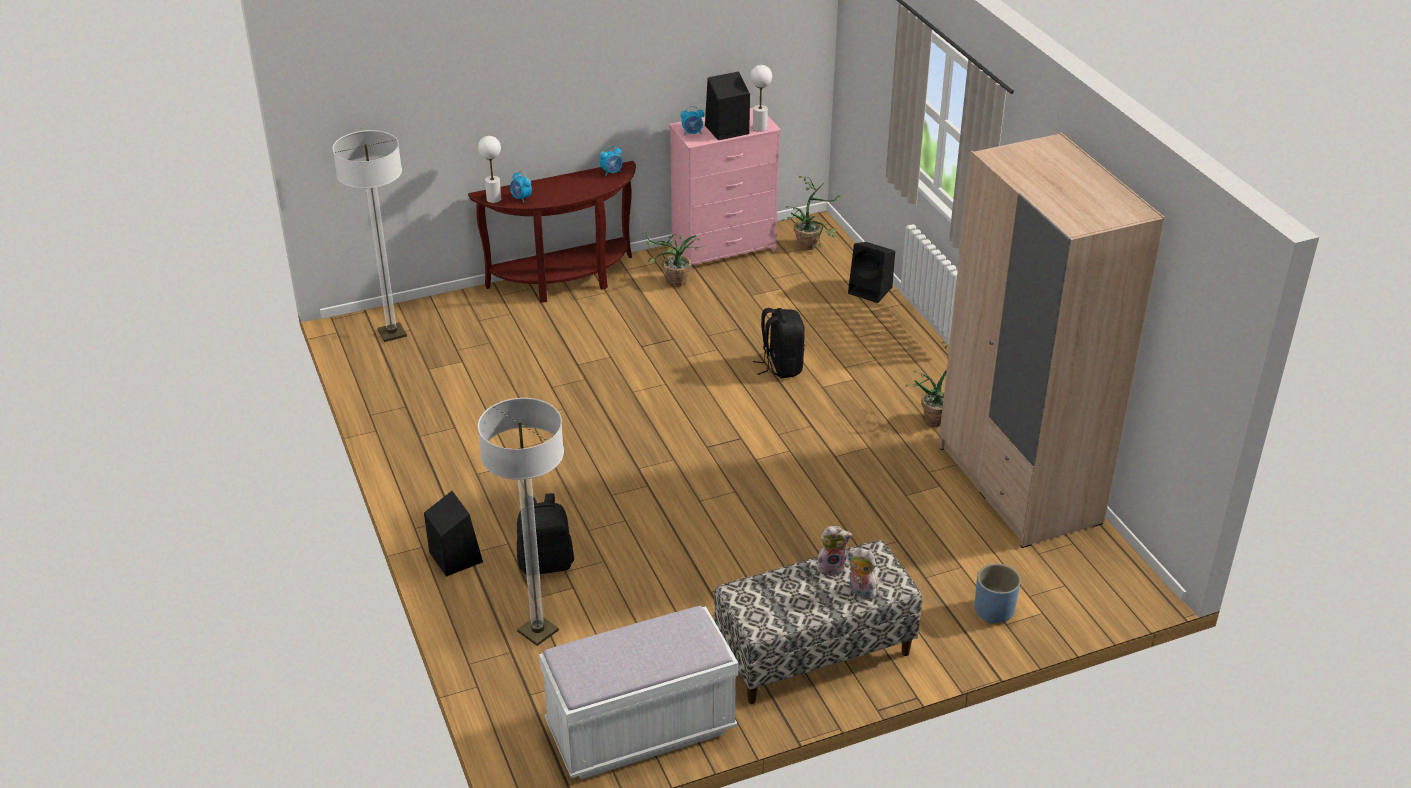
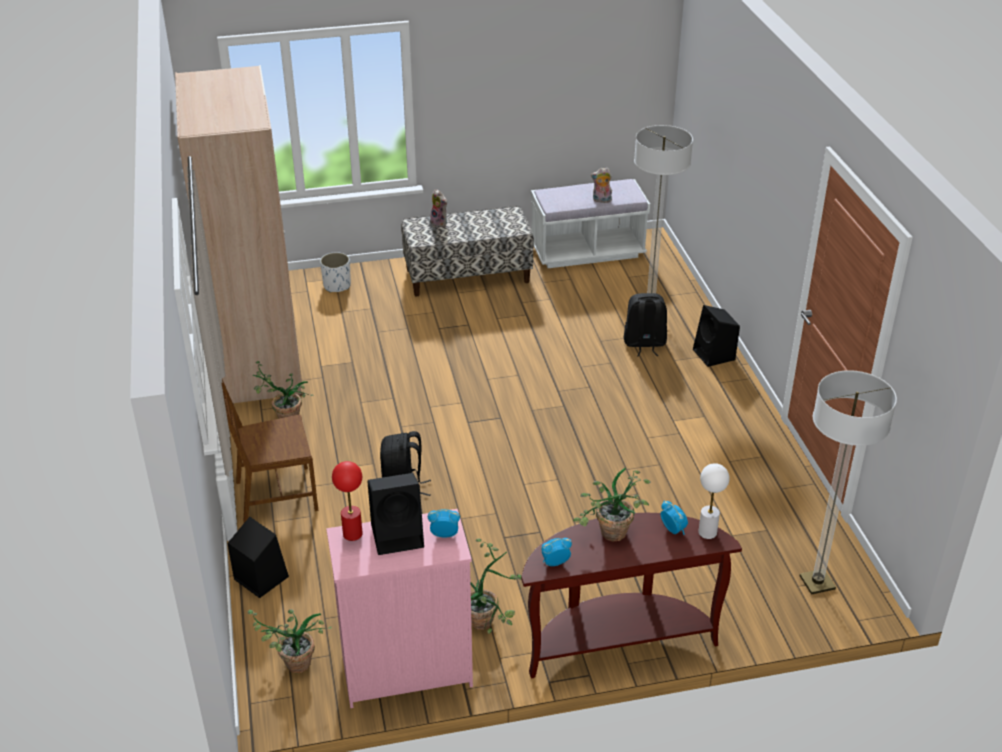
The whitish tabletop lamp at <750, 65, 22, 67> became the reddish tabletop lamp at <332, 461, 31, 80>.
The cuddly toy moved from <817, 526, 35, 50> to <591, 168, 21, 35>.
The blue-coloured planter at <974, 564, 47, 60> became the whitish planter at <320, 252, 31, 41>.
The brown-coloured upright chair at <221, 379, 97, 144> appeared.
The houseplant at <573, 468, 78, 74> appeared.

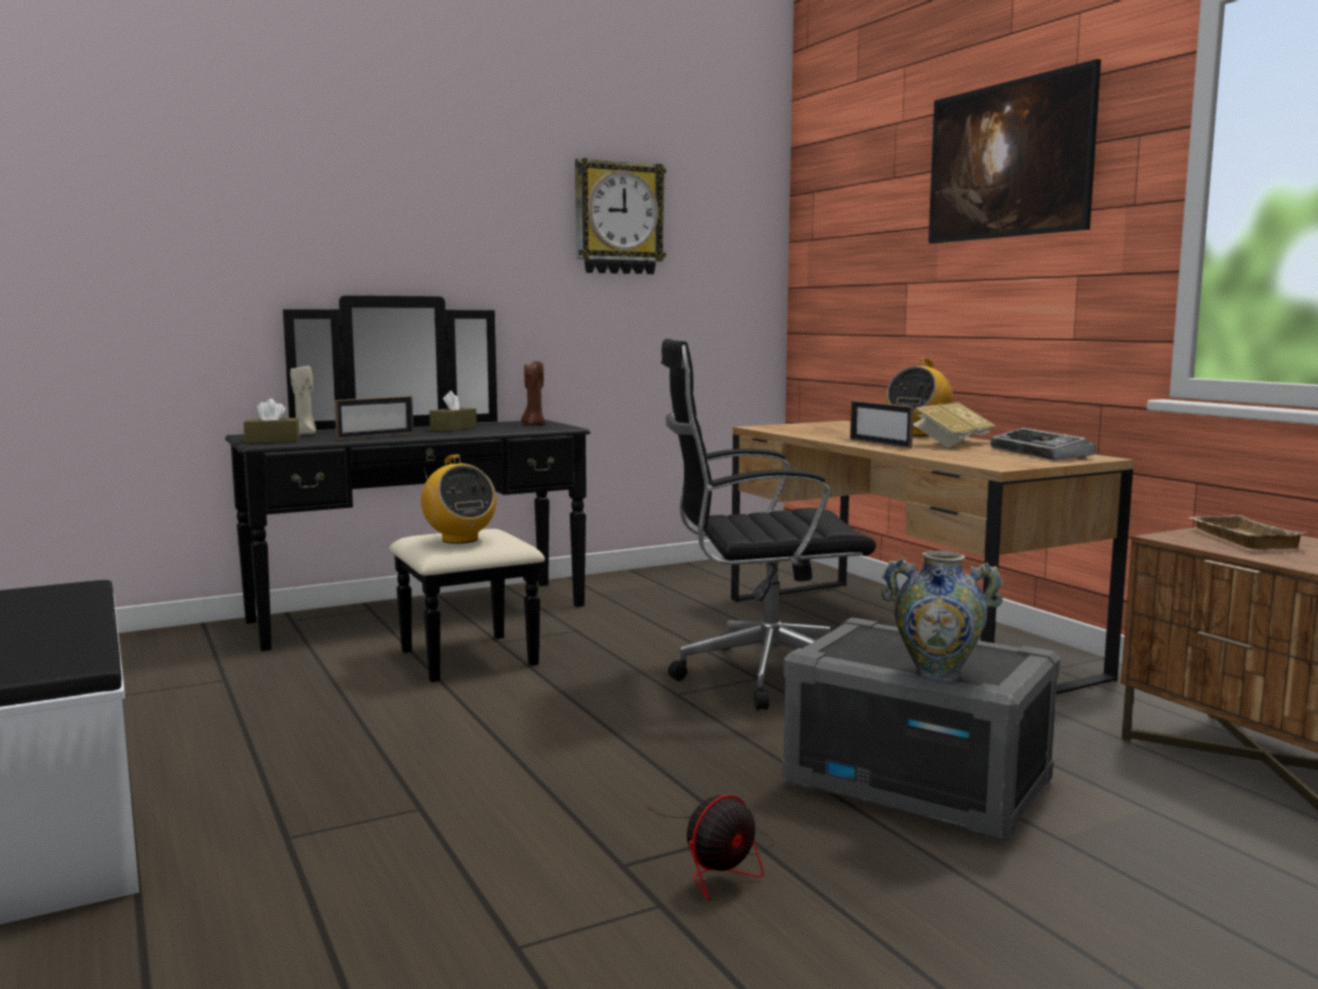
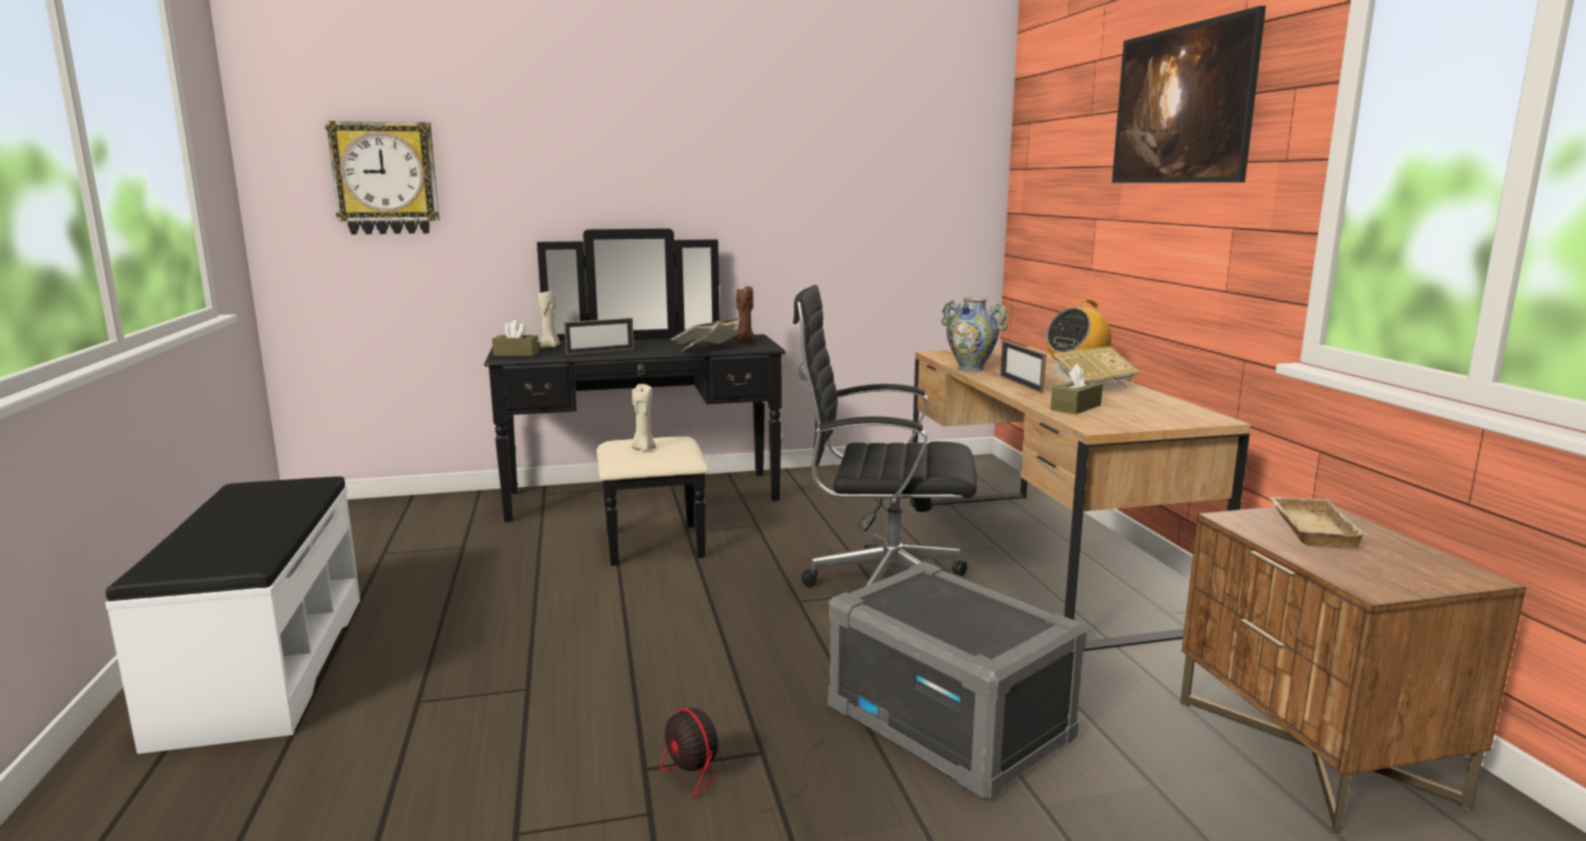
The radio receiver at <421, 454, 76, 90> was replaced by the beige-coloured wax candle at <631, 384, 25, 67>.
The brown-coloured box of tissues moved from <429, 391, 48, 40> to <1051, 363, 52, 51>.
The wall clock moved from <575, 158, 91, 116> to <325, 121, 115, 114>.
The cooling fan at <646, 795, 128, 106> turned 75 degrees clockwise.
The decorative vase moved from <881, 551, 123, 130> to <941, 297, 67, 75>.
The computer keyboard at <991, 428, 105, 32> disappeared.
The volume at <670, 318, 71, 33> appeared.

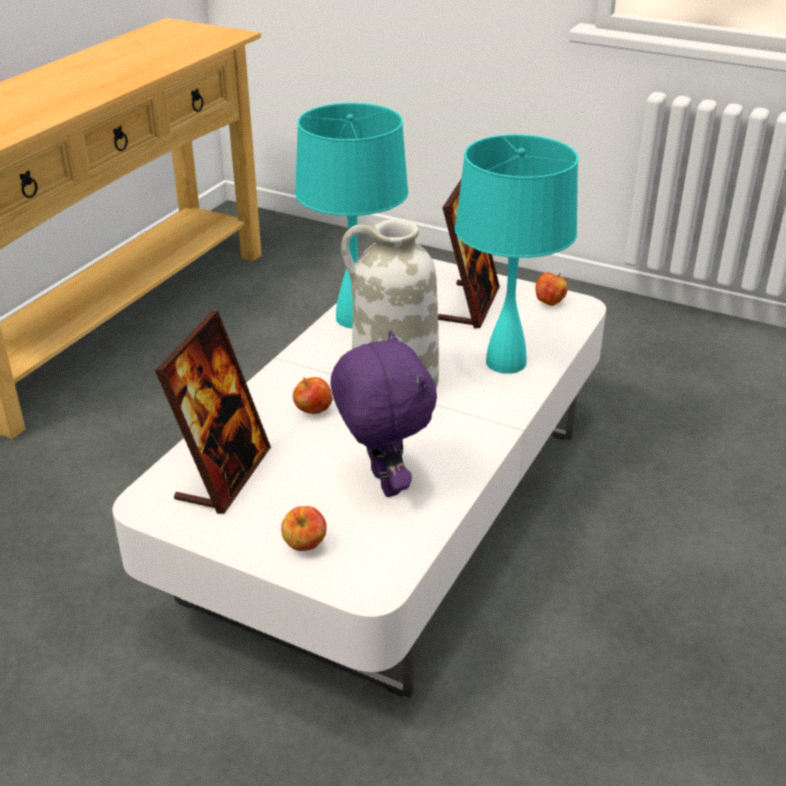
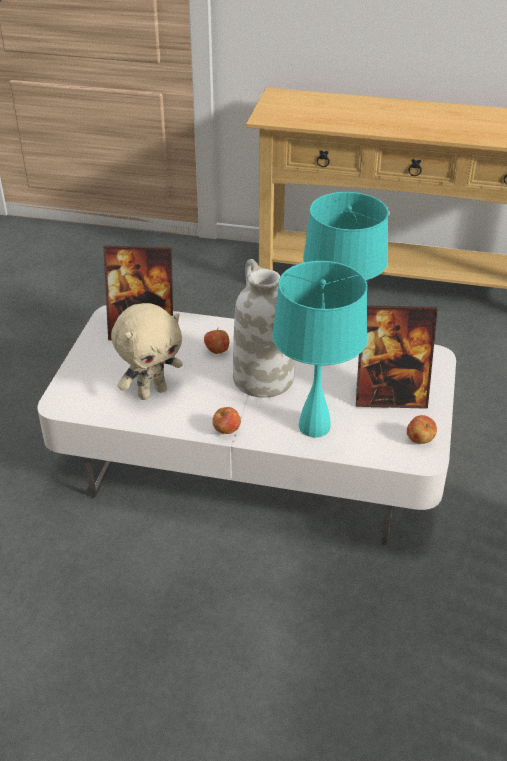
The whole apple moved from <281, 506, 46, 45> to <212, 407, 29, 27>.
The purple cuddly toy at <331, 330, 106, 167> became the beige-coloured cuddly toy at <111, 303, 72, 97>.

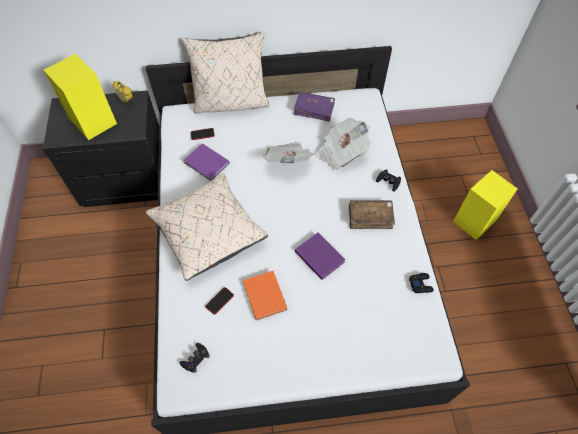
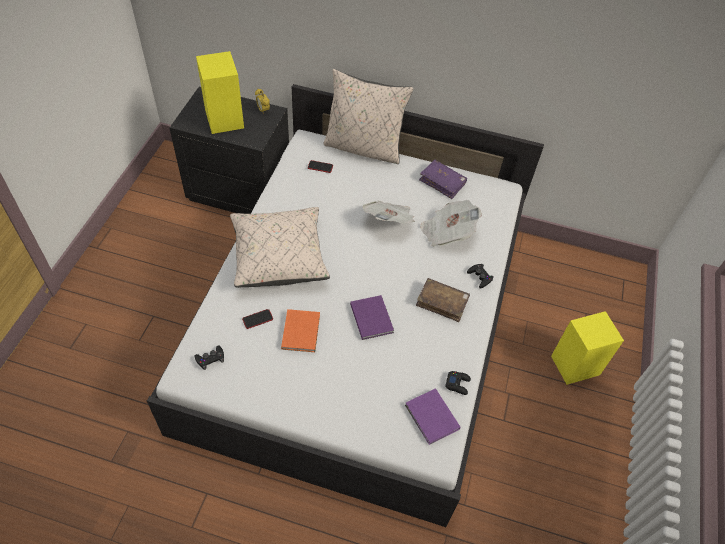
The purple volume moved from <184, 143, 46, 38> to <405, 388, 56, 57>.

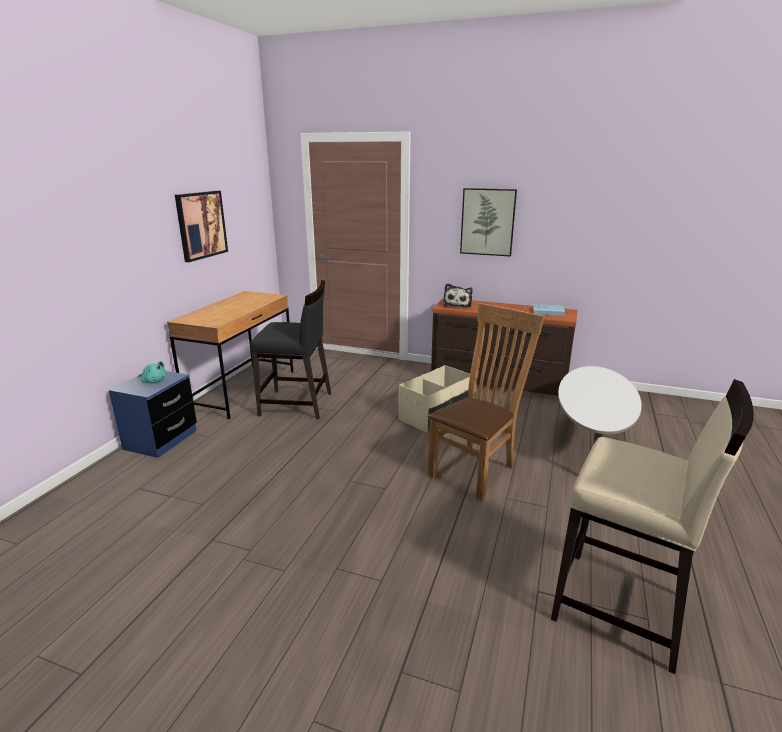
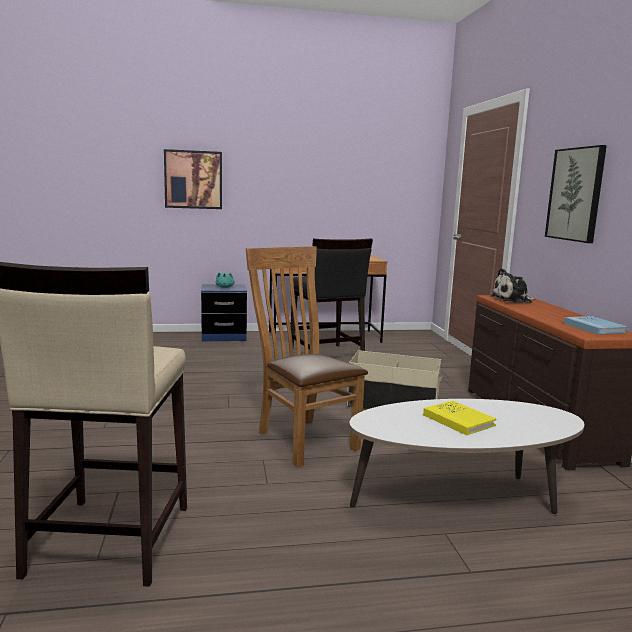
The wall picture moved from <175, 191, 53, 71> to <164, 149, 58, 60>.
The brown-coloured upright chair at <428, 303, 116, 198> turned 135 degrees counterclockwise.
The yellow-coloured volume at <423, 400, 73, 35> appeared.

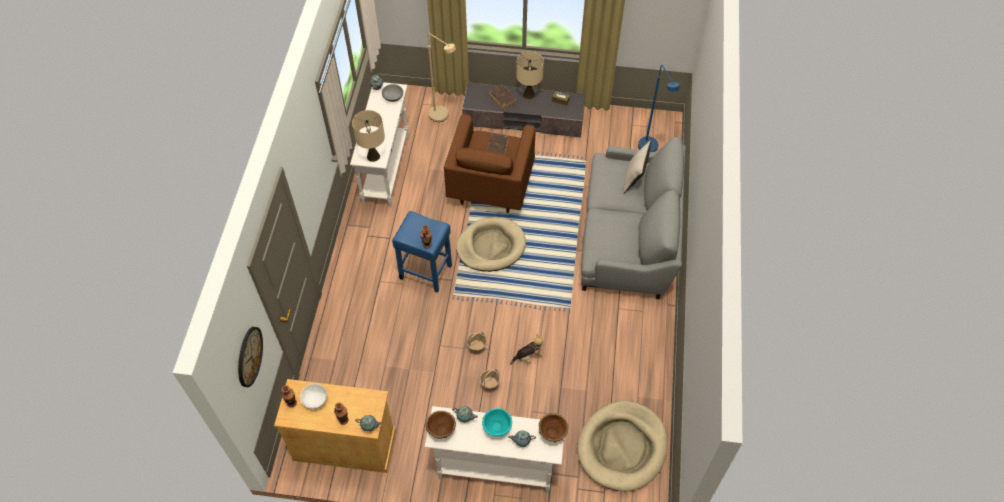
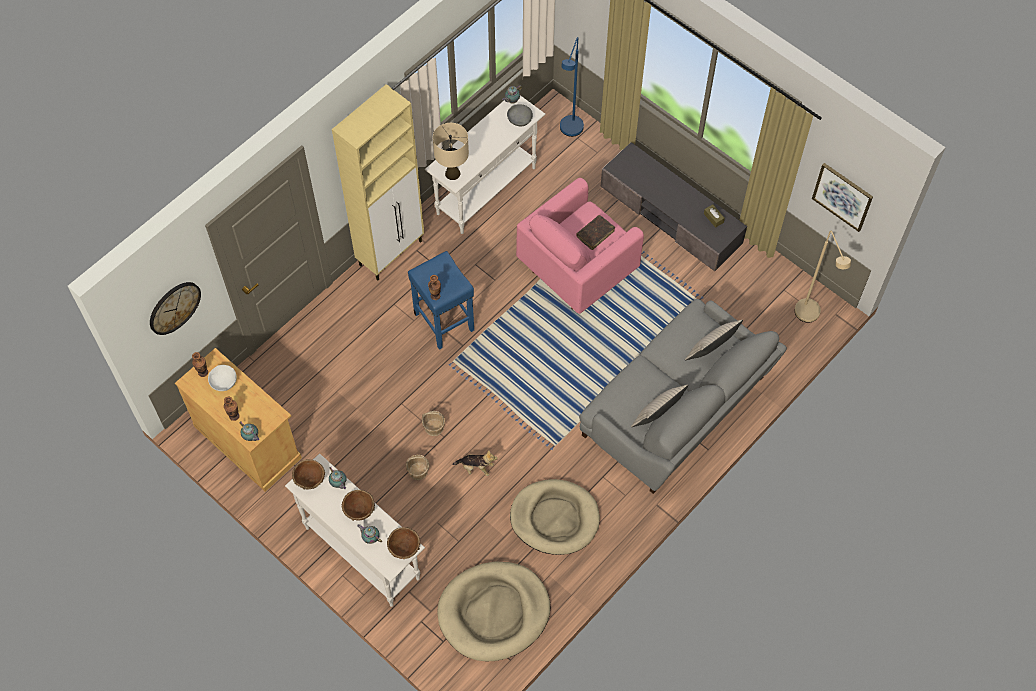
The beige-coloured floor lamp moved from <428, 33, 28, 89> to <794, 231, 57, 92>.
The brown-coloured lounge chair at <444, 114, 92, 99> became the pink-coloured lounge chair at <516, 178, 128, 136>.
The beige-coloured pet bed moved from <456, 217, 70, 55> to <510, 479, 90, 76>.
The turquoise-coloured serving bowl at <482, 408, 30, 29> became the brown-coloured serving bowl at <342, 490, 33, 31>.
The brown-coloured volume at <489, 84, 28, 26> disappeared.
The beige-coloured tabletop lamp at <516, 51, 28, 48> disappeared.
The blue-coloured floor lamp moved from <638, 65, 41, 87> to <560, 37, 24, 100>.
The beige-coloured cabinet at <332, 84, 92, 197> appeared.
The beige-coloured cushion at <631, 385, 57, 42> appeared.
The wall picture at <812, 163, 61, 69> appeared.

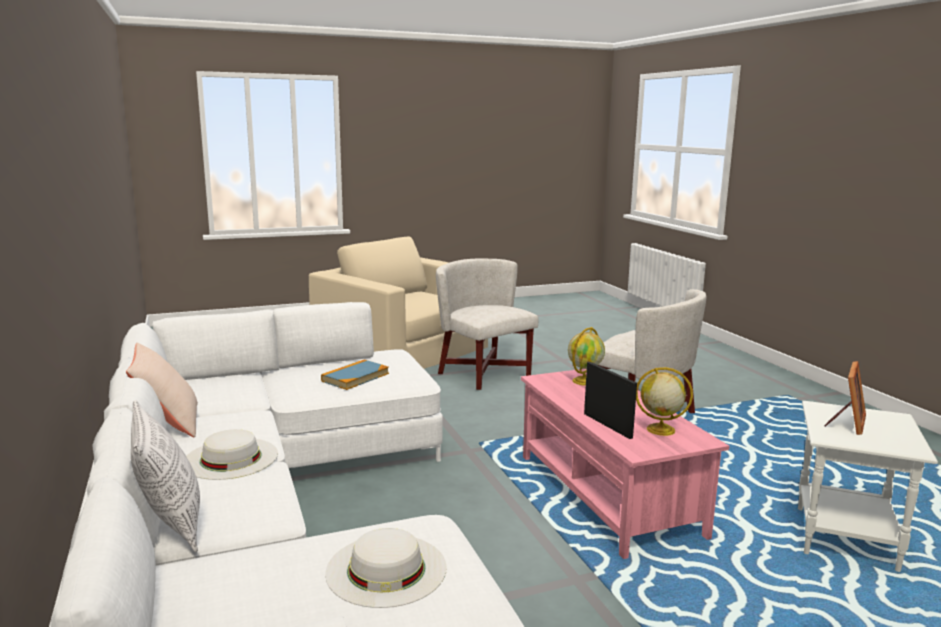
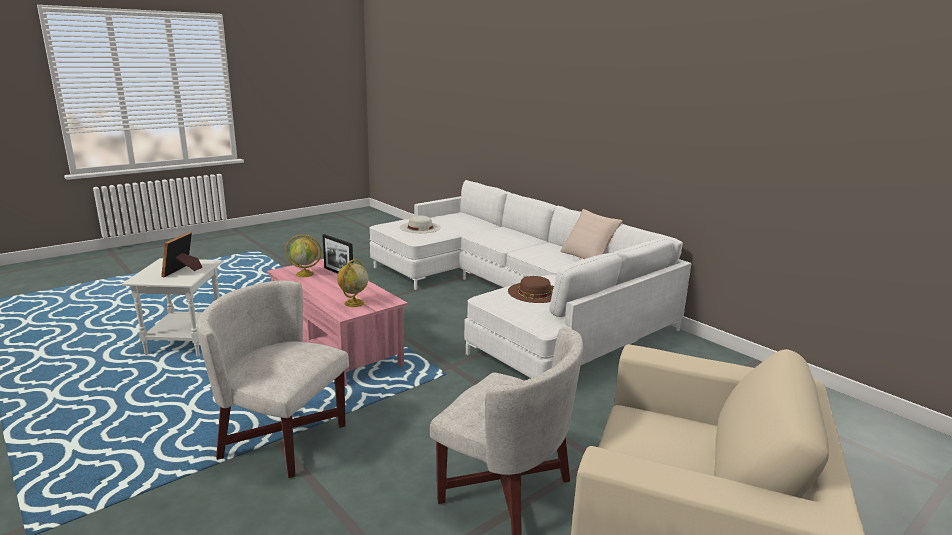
The cushion at <131, 400, 69, 153> disappeared.
The whitish wearable hat at <186, 429, 92, 51> disappeared.
The volume at <321, 360, 68, 30> was replaced by the brown-coloured wearable hat at <508, 276, 46, 27>.

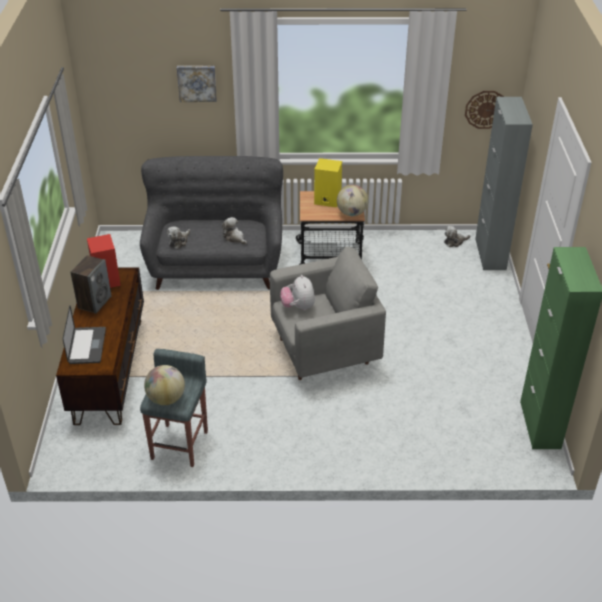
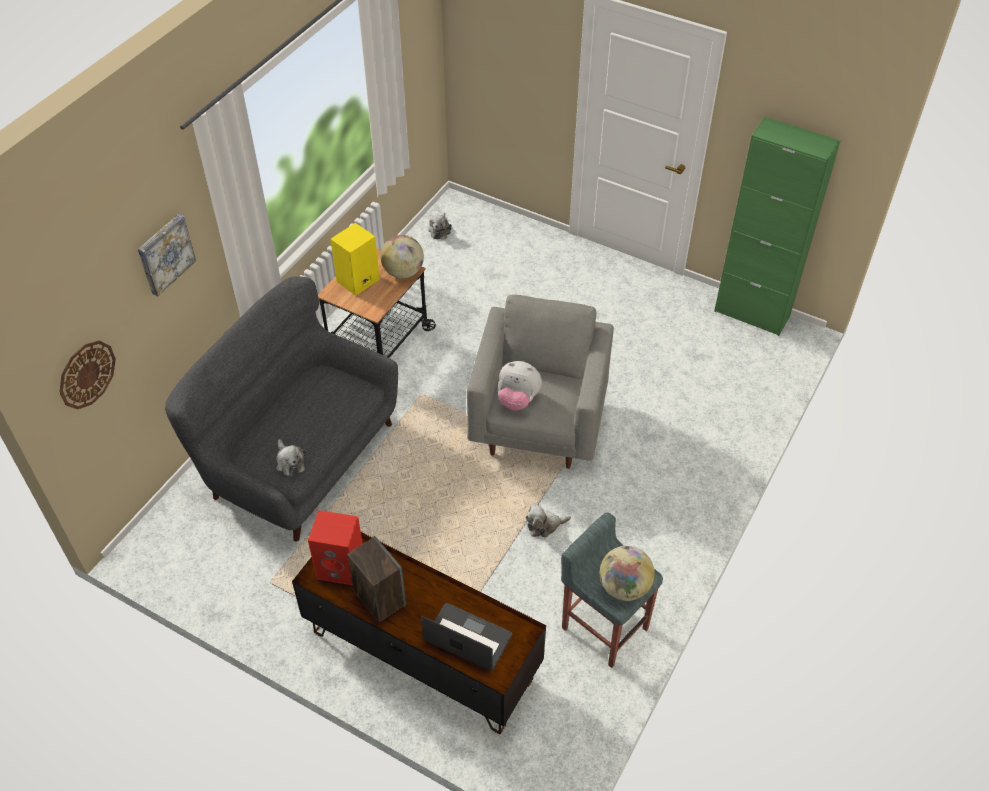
The cuddly toy moved from <222, 217, 25, 28> to <525, 504, 46, 34>.
The wall clock moved from <465, 91, 39, 38> to <60, 341, 56, 68>.
The grey cabinet at <475, 97, 58, 173> disappeared.

